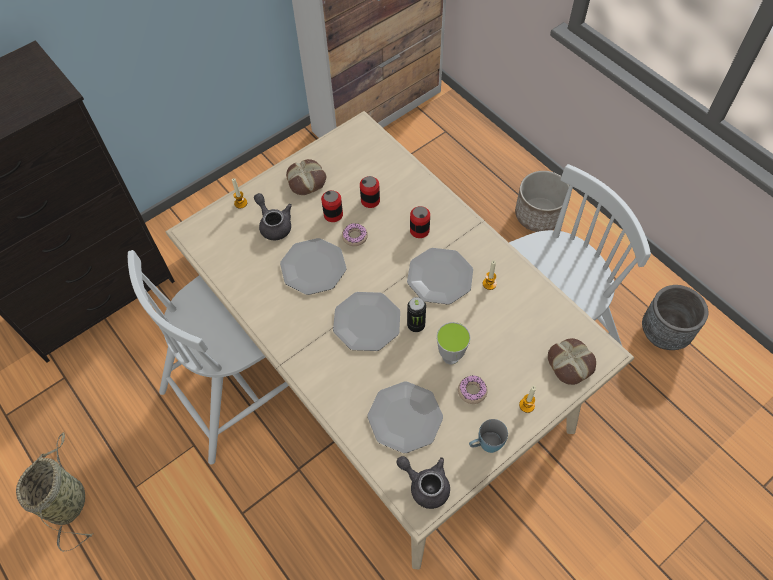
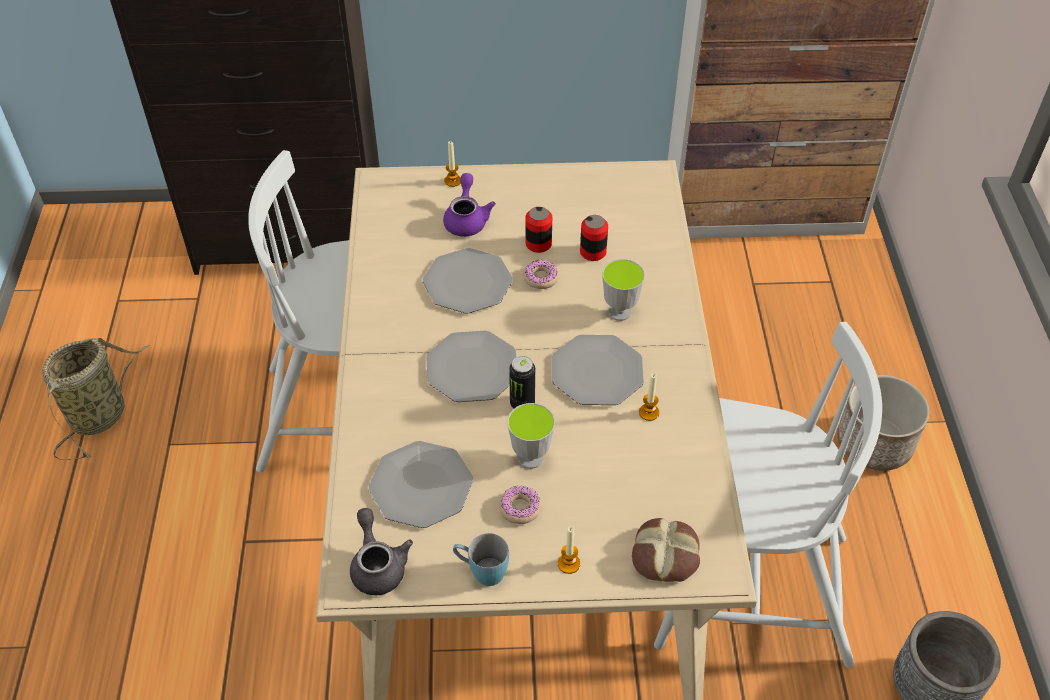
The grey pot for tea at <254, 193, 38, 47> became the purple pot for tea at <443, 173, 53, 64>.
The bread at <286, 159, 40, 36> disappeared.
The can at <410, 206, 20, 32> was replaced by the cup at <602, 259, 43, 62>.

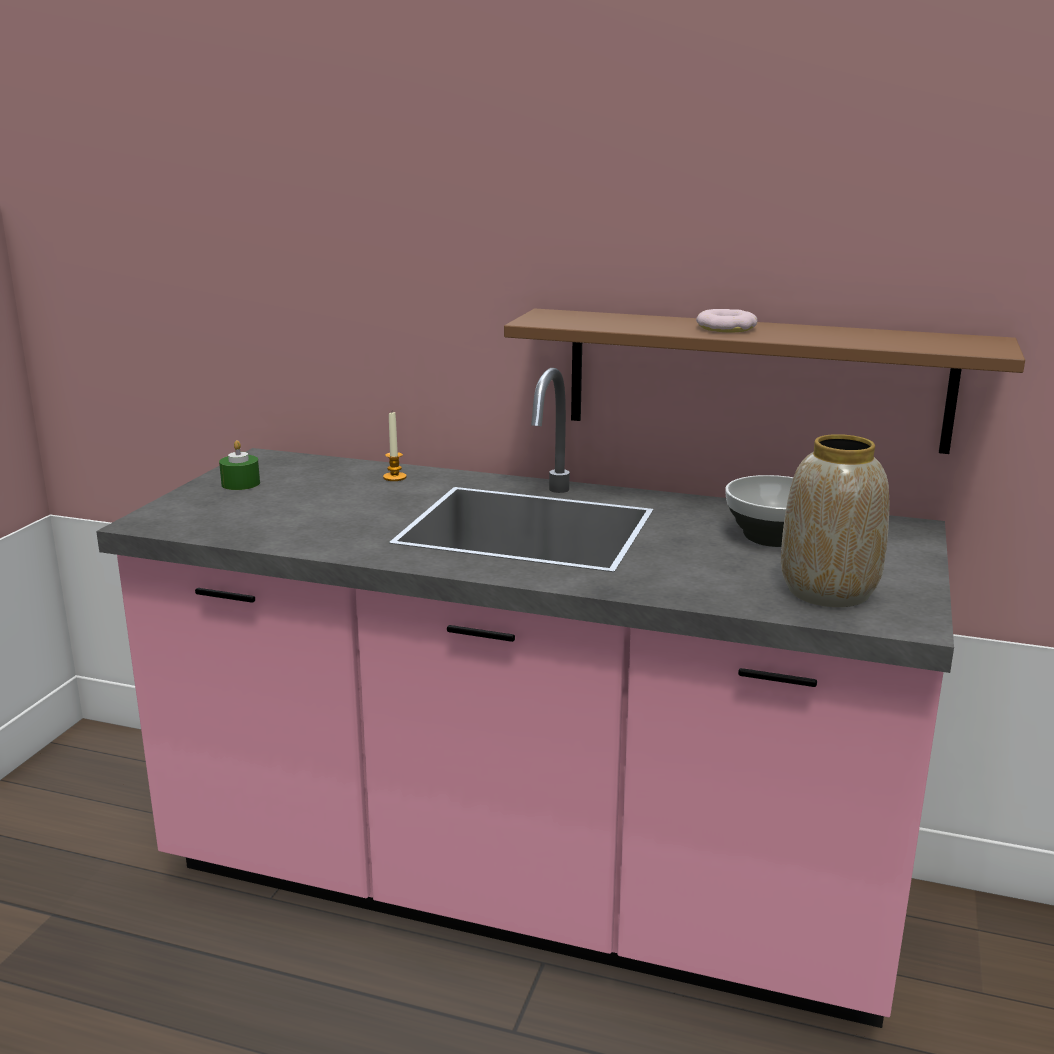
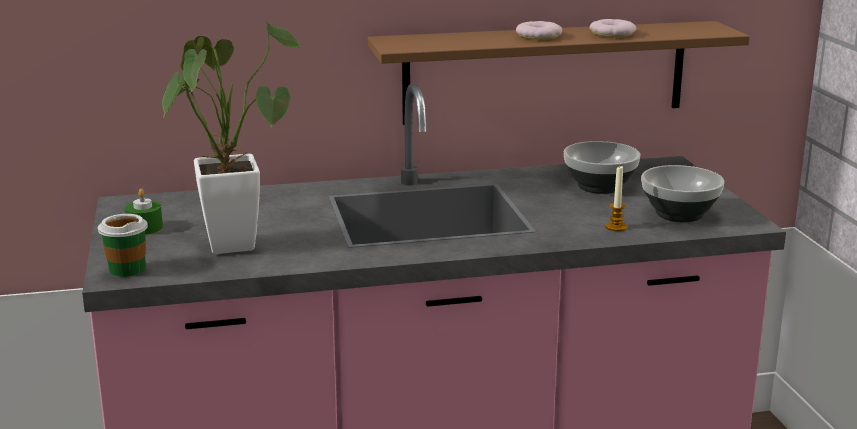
The wax candle moved from <383, 412, 24, 69> to <605, 166, 22, 65>.
The decorative vase at <781, 434, 108, 173> was replaced by the serving bowl at <641, 165, 83, 57>.
The cup at <98, 214, 50, 63> appeared.
The houseplant at <162, 19, 140, 235> appeared.
The donut at <590, 19, 46, 19> appeared.

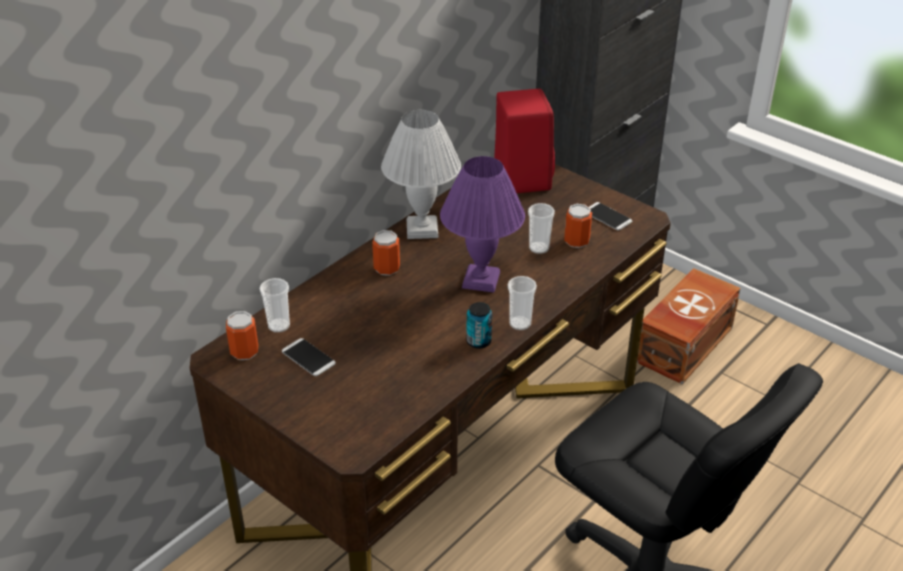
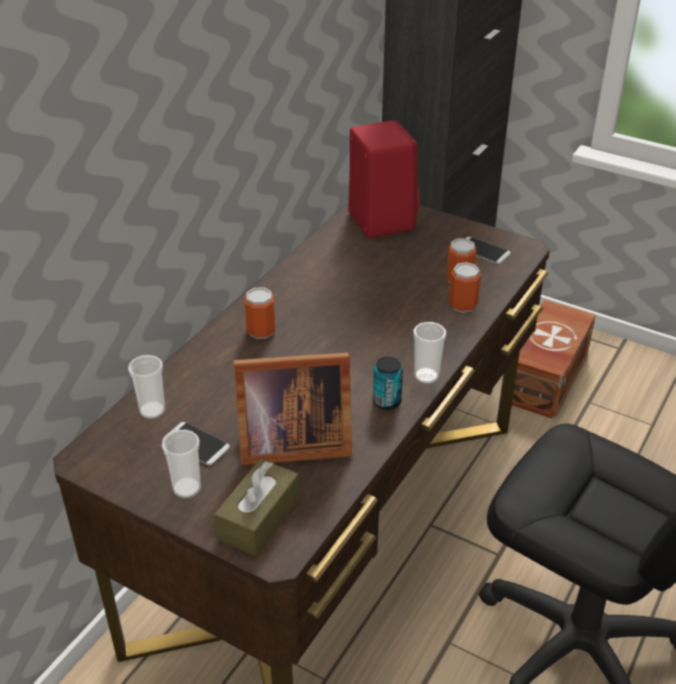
The can moved from <226, 311, 32, 49> to <448, 262, 33, 51>.
The whitish tabletop lamp at <381, 110, 80, 129> disappeared.
The purple tabletop lamp at <440, 156, 85, 137> disappeared.
The cup moved from <528, 203, 27, 51> to <162, 430, 39, 68>.
The brown-coloured box of tissues at <214, 459, 85, 97> appeared.
The picture frame at <233, 353, 119, 112> appeared.

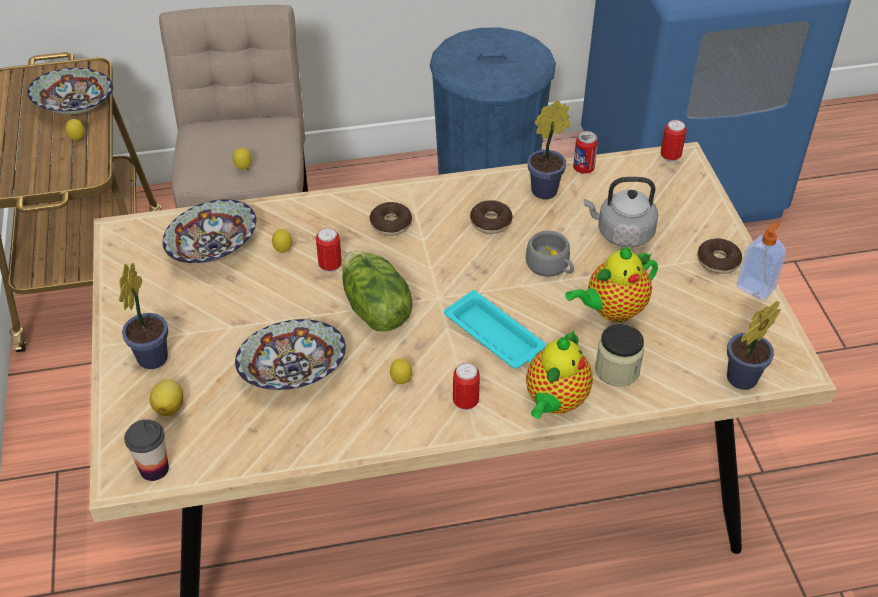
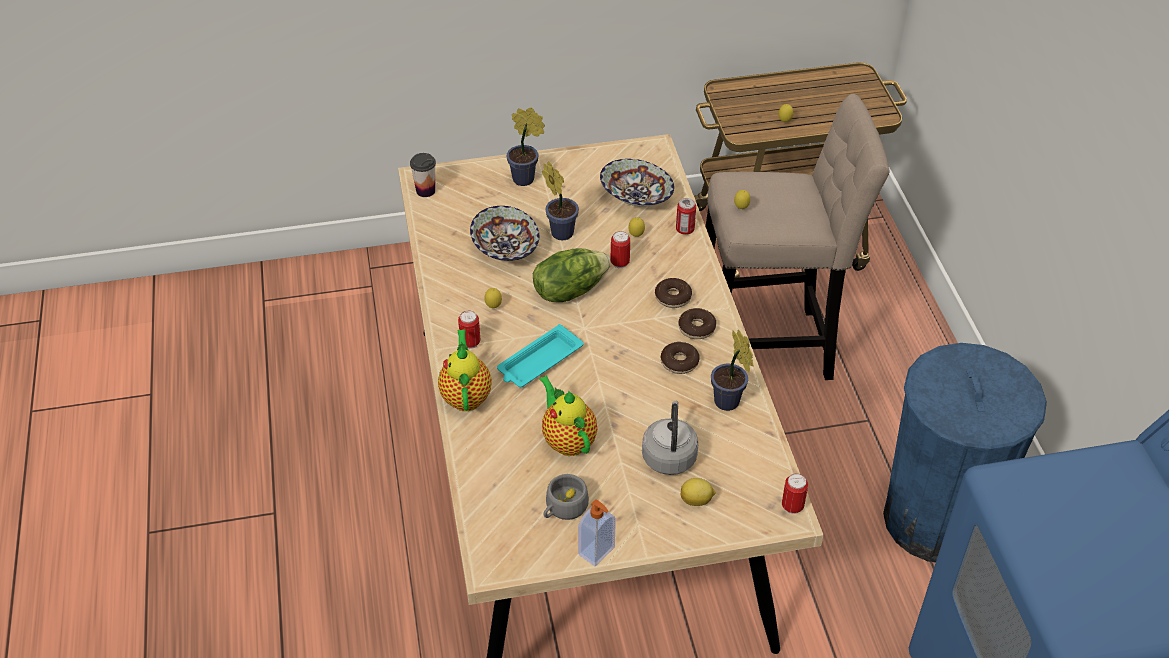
The serving bowl at <27, 68, 86, 46> disappeared.
The whole lemon moved from <150, 379, 33, 37> to <681, 478, 34, 28>.
The grey cup moved from <526, 230, 48, 47> to <544, 474, 45, 46>.
The pot for tea at <526, 330, 67, 89> turned 60 degrees clockwise.
The can moved from <573, 131, 25, 43> to <676, 198, 20, 37>.
The storage jar at <595, 324, 49, 63> disappeared.
The donut moved from <698, 238, 44, 36> to <678, 308, 38, 31>.
The houseplant moved from <727, 301, 54, 89> to <542, 161, 37, 79>.

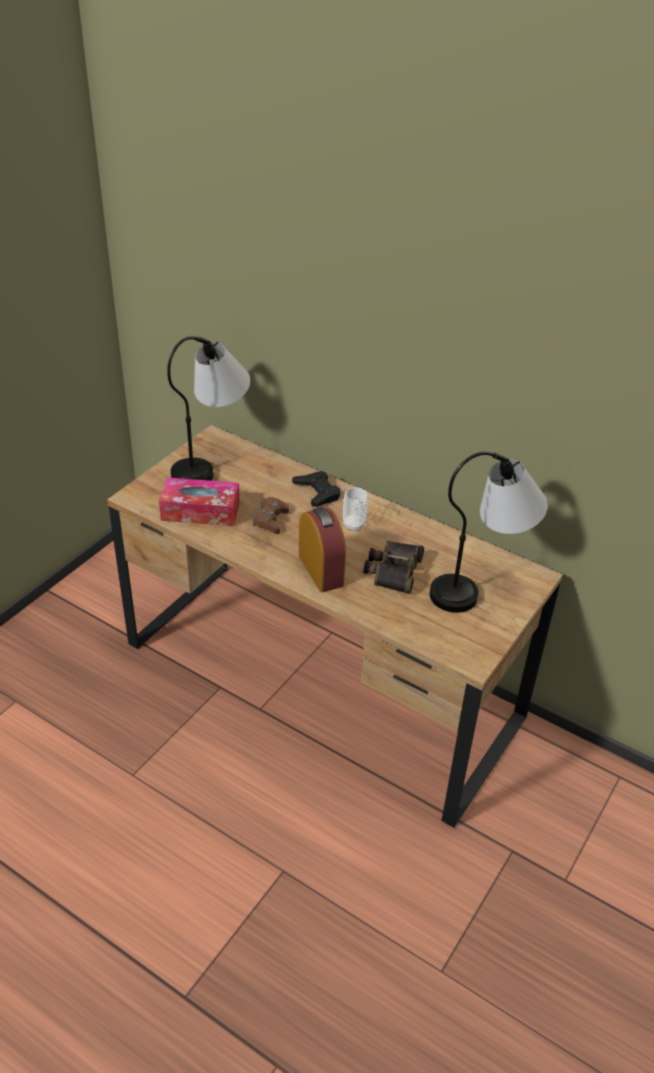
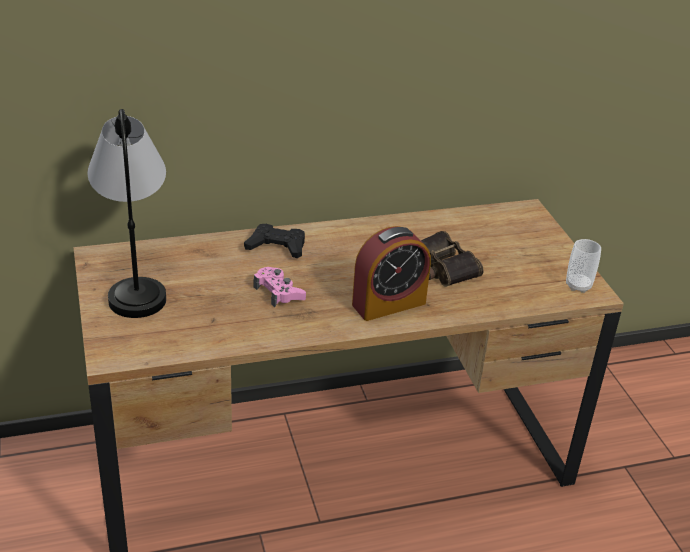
The box of tissues at <159, 477, 81, 49> disappeared.
The brown-coloured gamepad at <253, 497, 36, 37> became the pink-coloured gamepad at <254, 267, 52, 40>.
The bedside clock at <299, 507, 47, 85> turned 135 degrees clockwise.
The cup moved from <343, 487, 25, 44> to <566, 239, 35, 54>.
The tabletop lamp at <430, 452, 118, 161> disappeared.

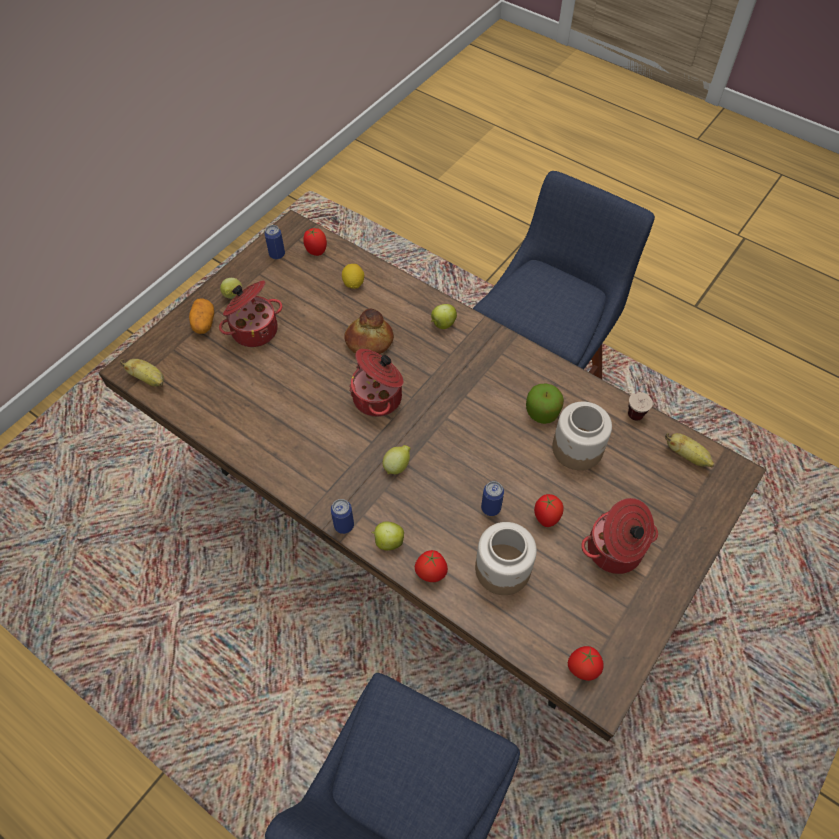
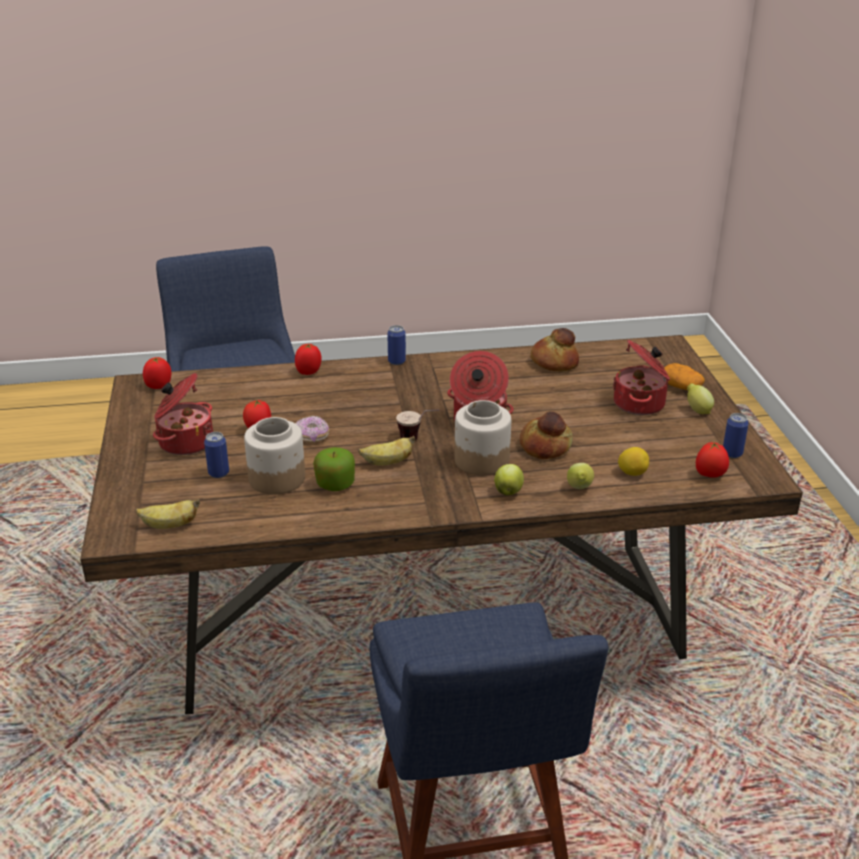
The banana fruit moved from <120, 359, 44, 28> to <358, 436, 57, 30>.
The whole apple at <371, 521, 33, 29> disappeared.
The whole lemon moved from <383, 445, 27, 29> to <567, 463, 27, 26>.
The storage jar moved from <475, 522, 62, 73> to <455, 400, 56, 76>.
The can moved from <481, 481, 23, 35> to <204, 432, 25, 46>.
The cup moved from <628, 369, 25, 52> to <396, 410, 43, 30>.
The donut at <295, 416, 34, 27> appeared.
The bread at <531, 328, 48, 44> appeared.

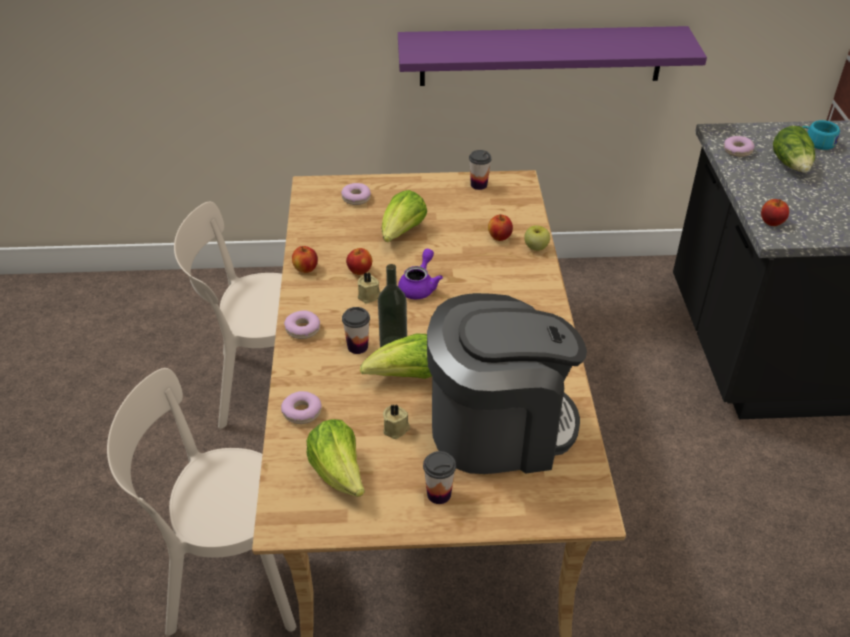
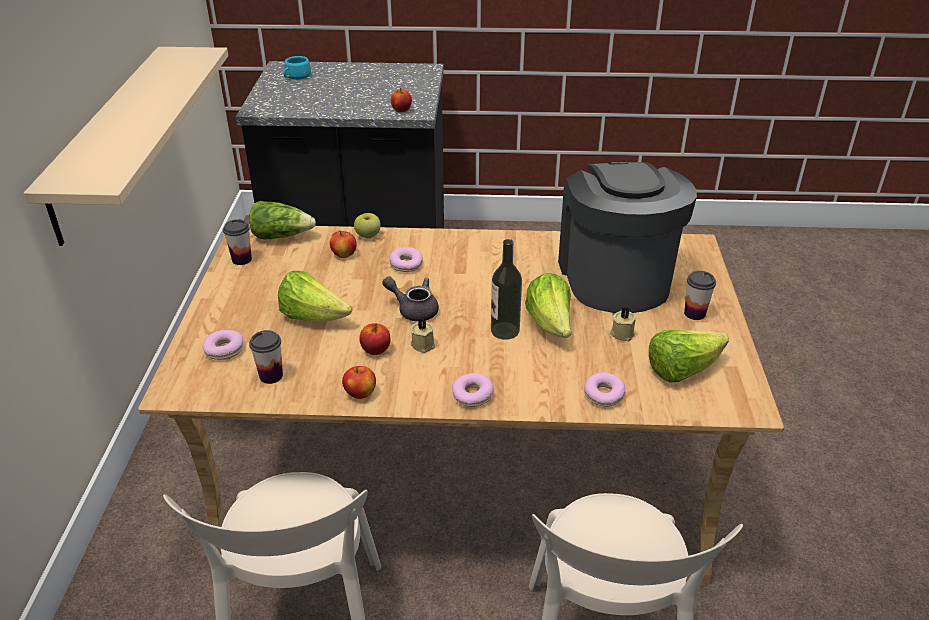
The cup moved from <342, 307, 28, 47> to <249, 330, 34, 54>.
The purple shelf at <398, 26, 309, 60> became the beige-coloured shelf at <24, 47, 205, 199>.
The purple pot for tea at <398, 249, 45, 50> became the grey pot for tea at <382, 277, 57, 44>.
The donut moved from <724, 136, 31, 21> to <390, 247, 33, 25>.
The head of lettuce moved from <773, 126, 42, 47> to <249, 201, 67, 38>.

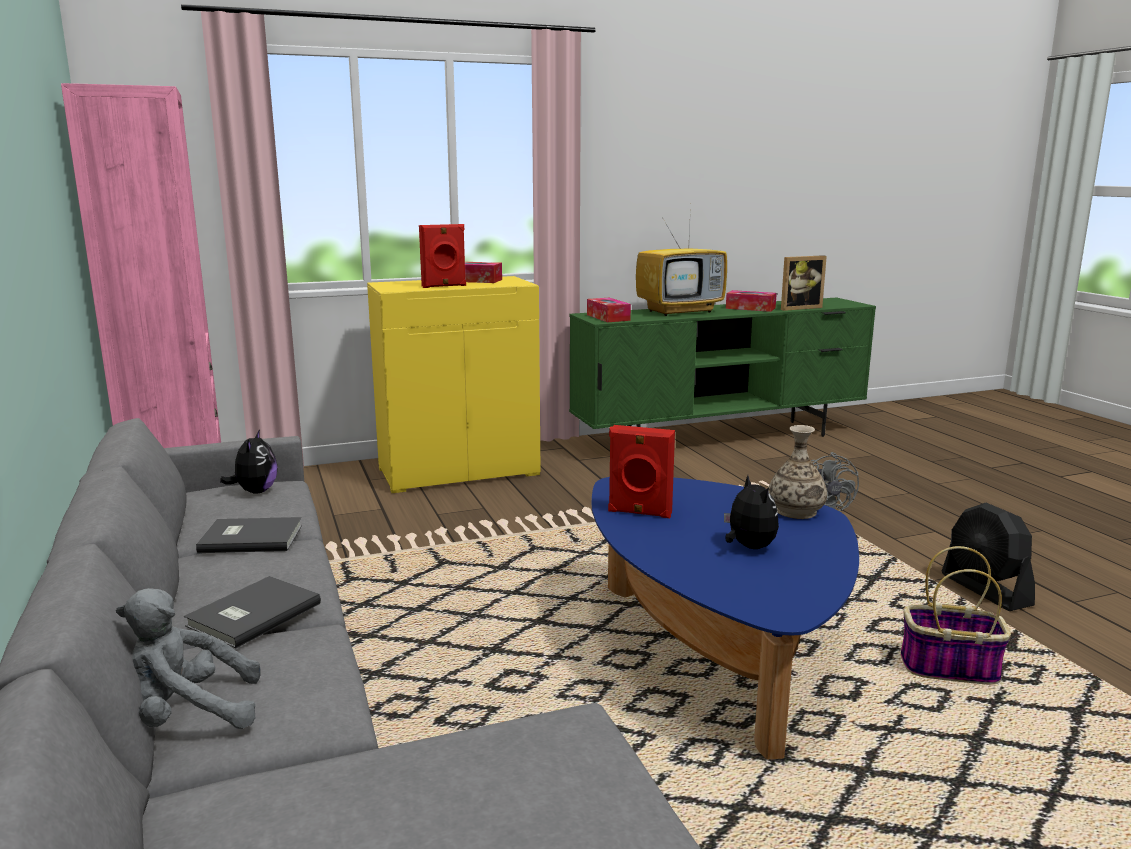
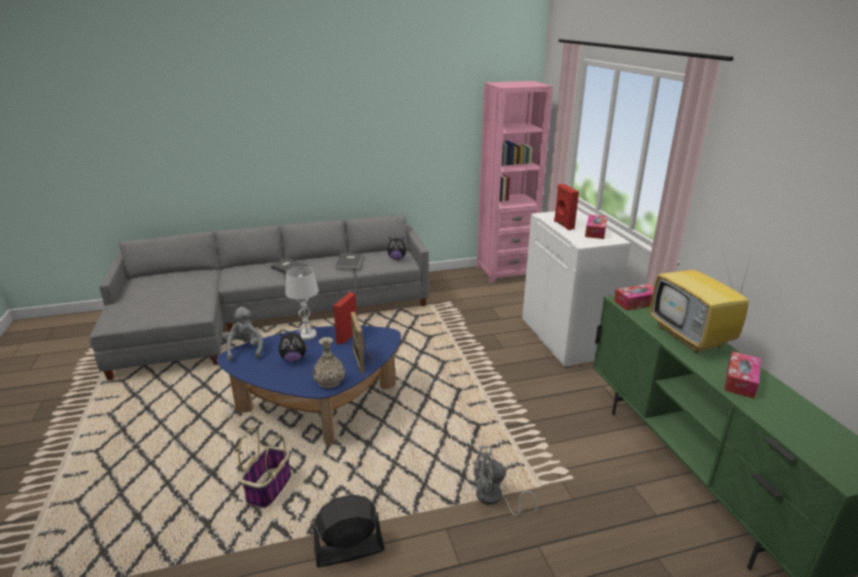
The grey cuddly toy moved from <116, 588, 145, 141> to <224, 307, 39, 54>.
The yellow-coloured cabinet at <367, 276, 174, 217> became the whitish cabinet at <522, 209, 109, 159>.
The picture frame moved from <781, 255, 46, 56> to <351, 312, 20, 61>.
The whitish tabletop lamp at <285, 266, 34, 74> appeared.

